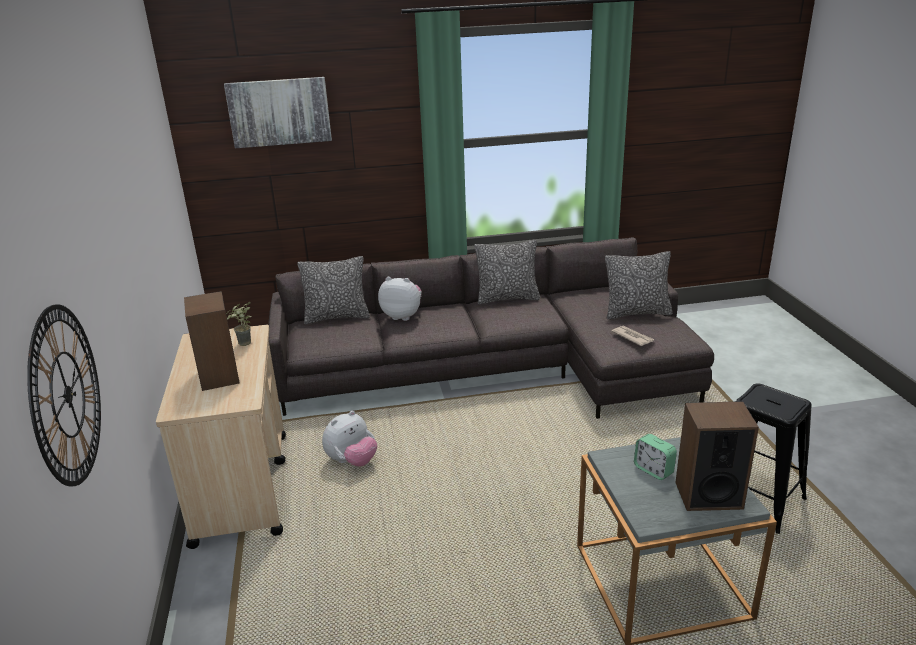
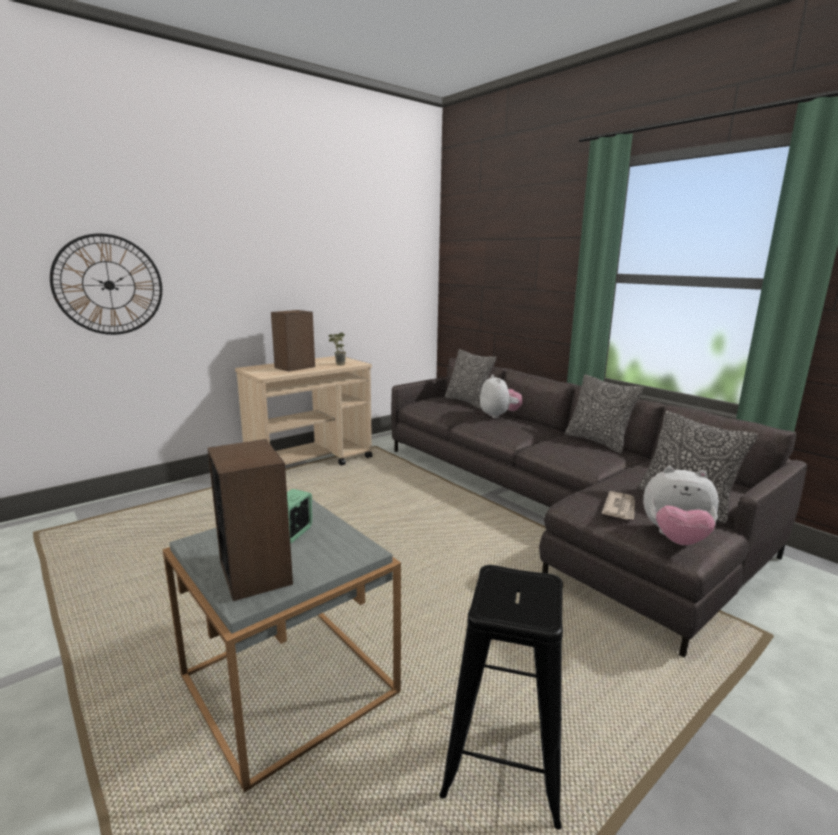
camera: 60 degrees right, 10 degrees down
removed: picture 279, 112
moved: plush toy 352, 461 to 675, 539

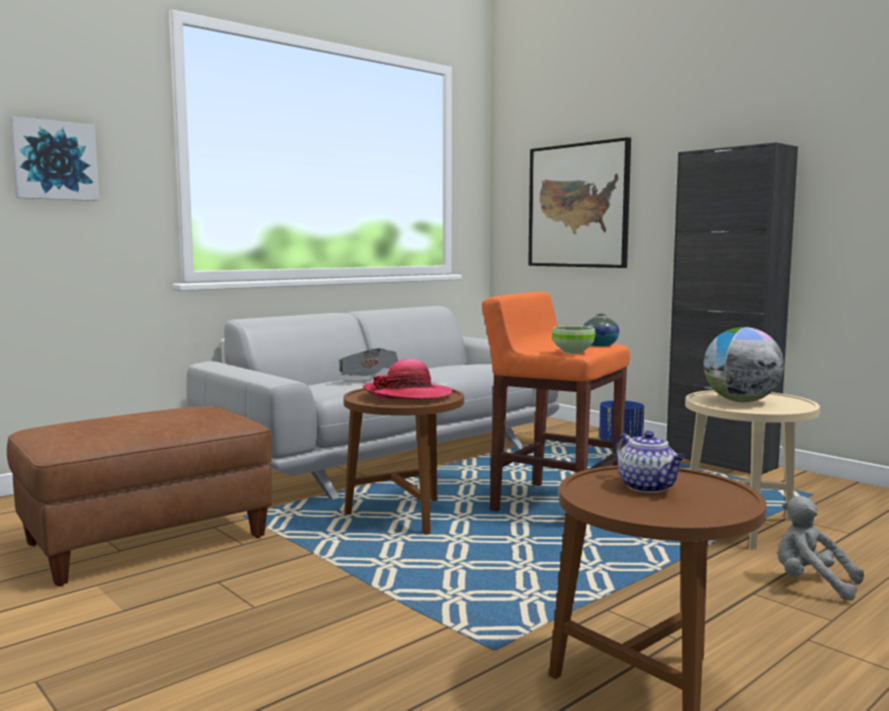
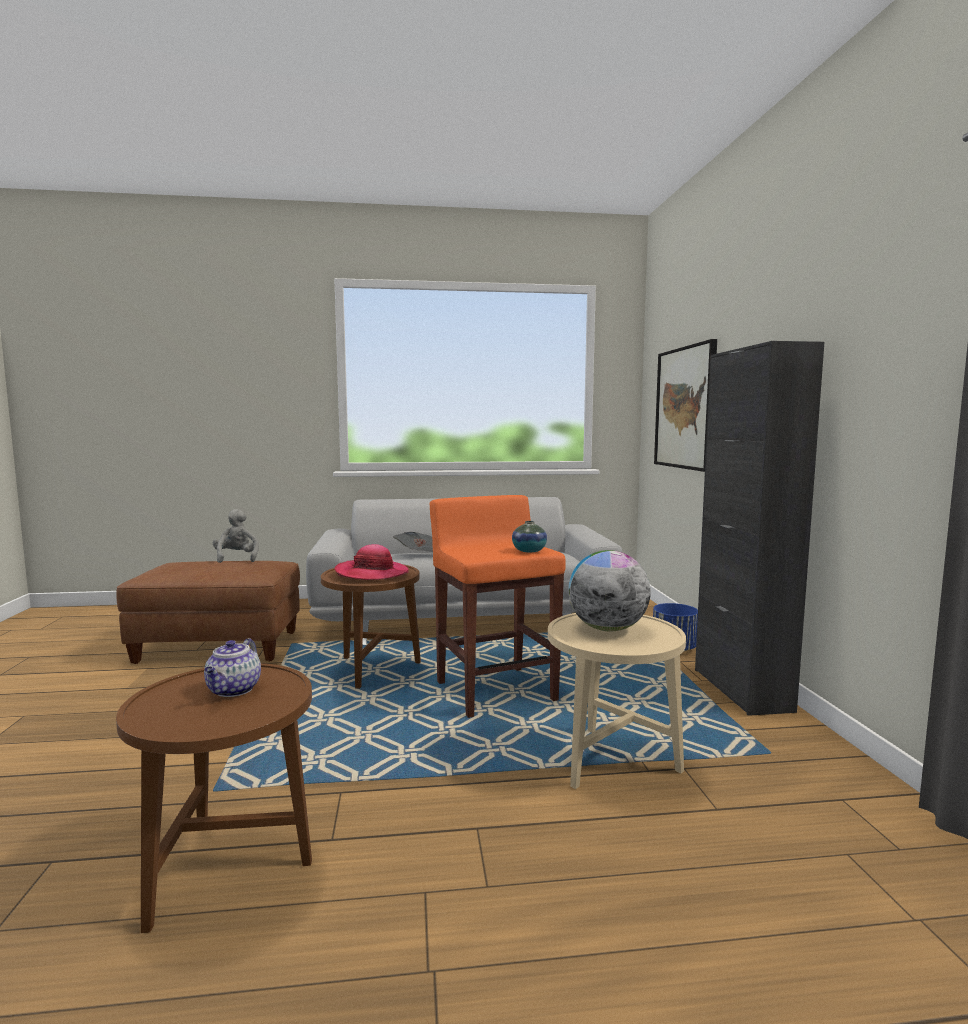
camera: 35 degrees right, 0 degrees up
removed: picture 54, 160; green bowl 573, 352
moved: grey plush toy 811, 584 to 237, 558

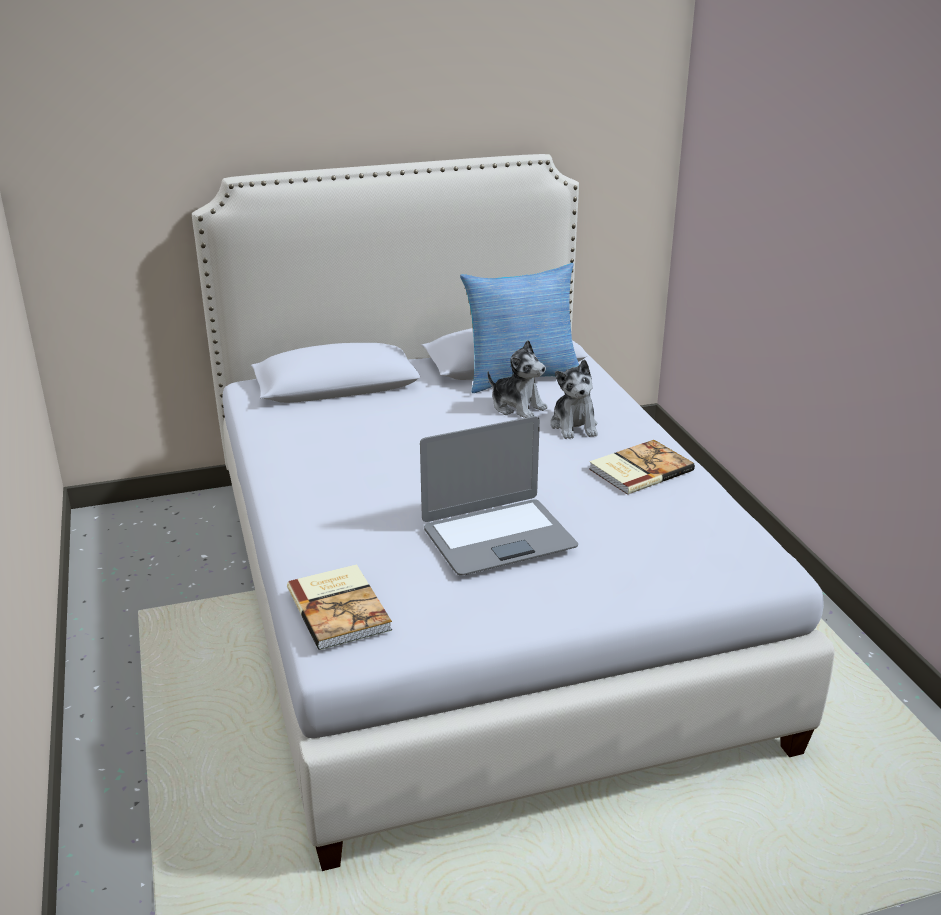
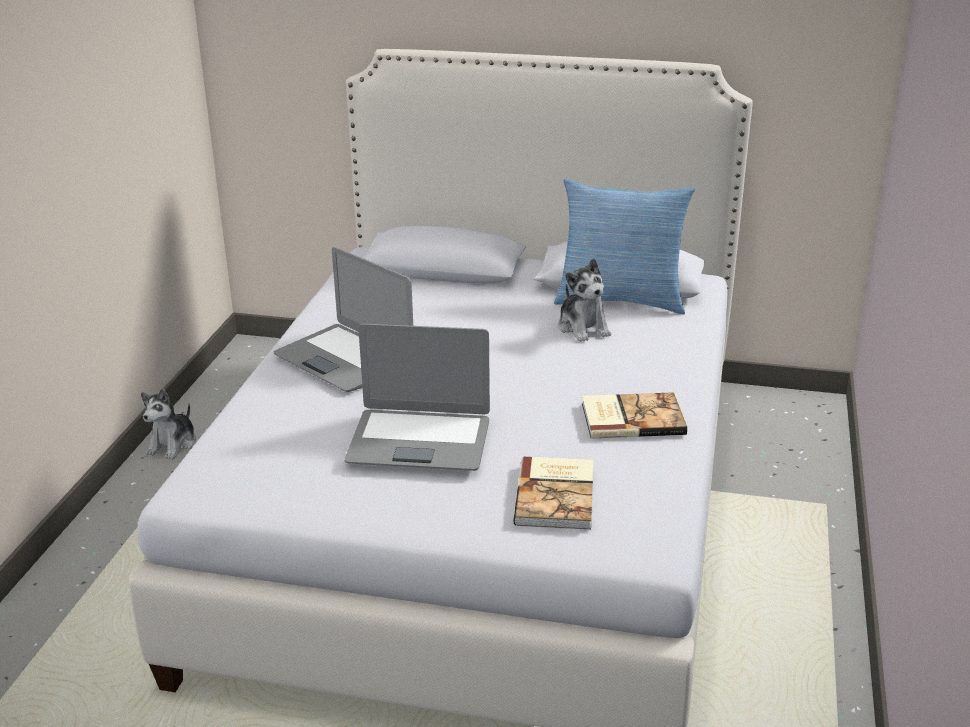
camera: 30 degrees right, 0 degrees up
added: laptop 345, 359
moved: plush toy 574, 426 to 173, 444; book 340, 608 to 557, 495

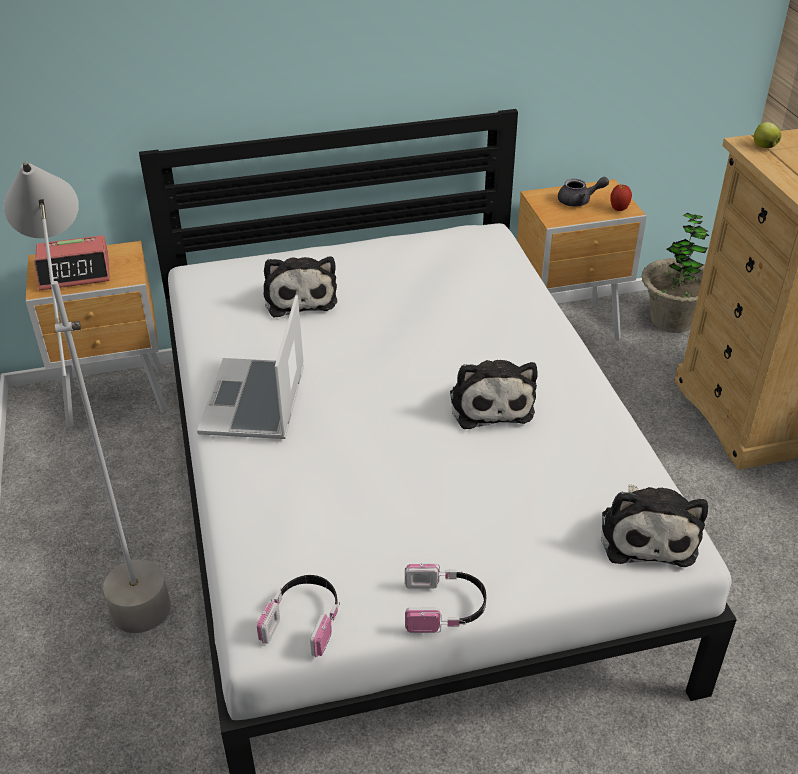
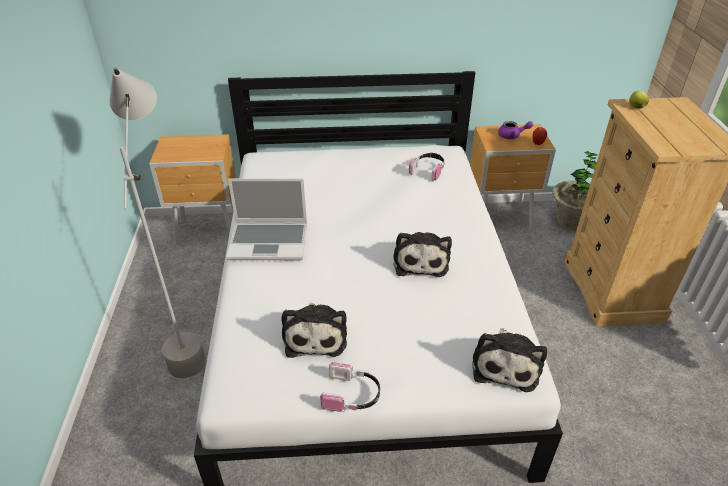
camera: 10 degrees right, 0 degrees up
removed: alarm clock 75, 272
moved: plush toy 299, 297 to 315, 335; headphones 304, 620 to 428, 170
recoloured: grey teapot 579, 201 to purple teapot 512, 136
turned: laptop 255, 402 = 270, 242 105 degrees counterclockwise

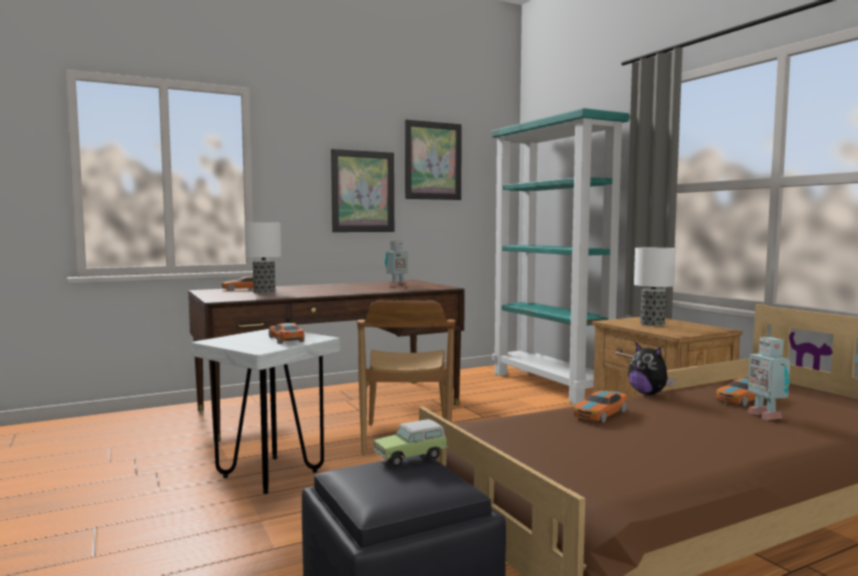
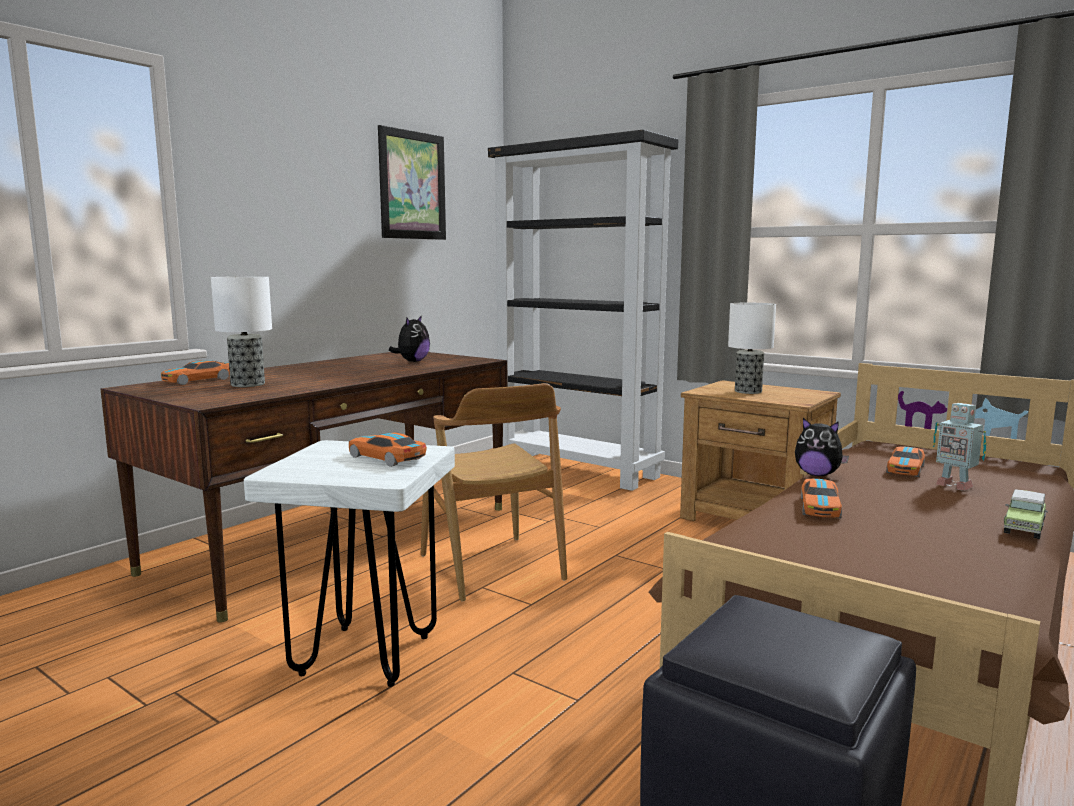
camera: 25 degrees left, 5 degrees up
removed: picture 363, 191
moved: toy car 412, 457 to 1023, 528
replaced: toy robot 396, 286 to plush toy 412, 361
recoloured: turquoise bookcase 551, 385 to black bookcase 578, 469

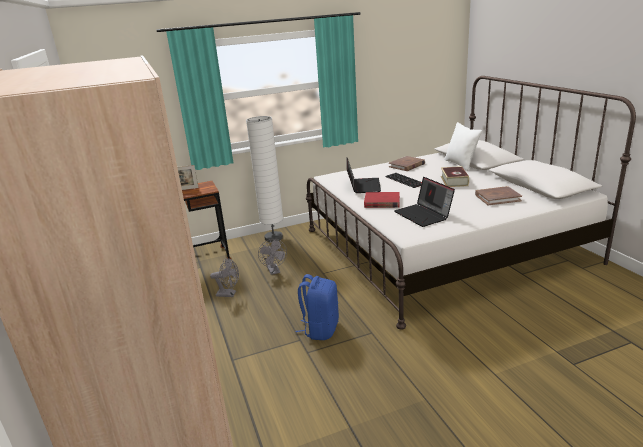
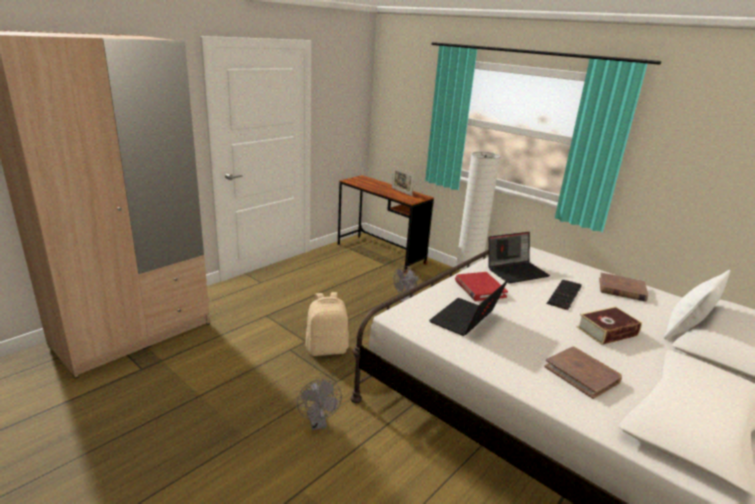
camera: 60 degrees right, 0 degrees up
moved: grey fan 229, 294 to 318, 423
recoloured: blue backpack 320, 329 to beige backpack 327, 349

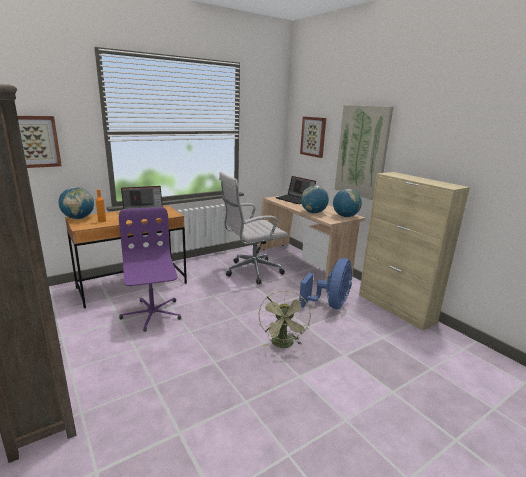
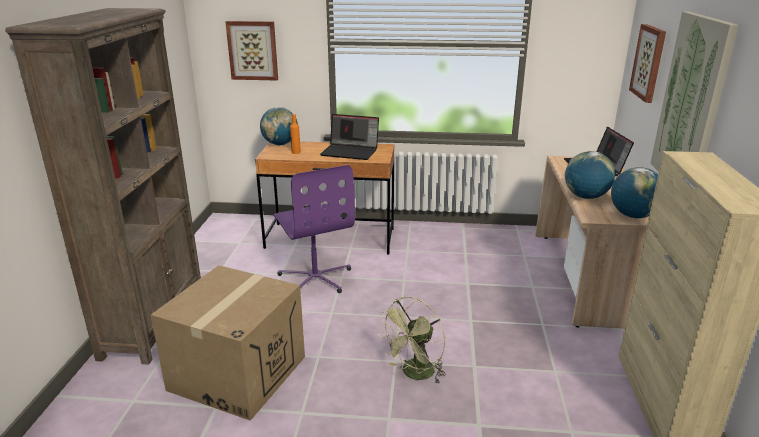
camera: 40 degrees right, 5 degrees up
removed: white office chair 251, 271; blue fan 330, 305
added: cardboard box 237, 373
turned: purple office chair 152, 314 = 315, 278 135 degrees clockwise

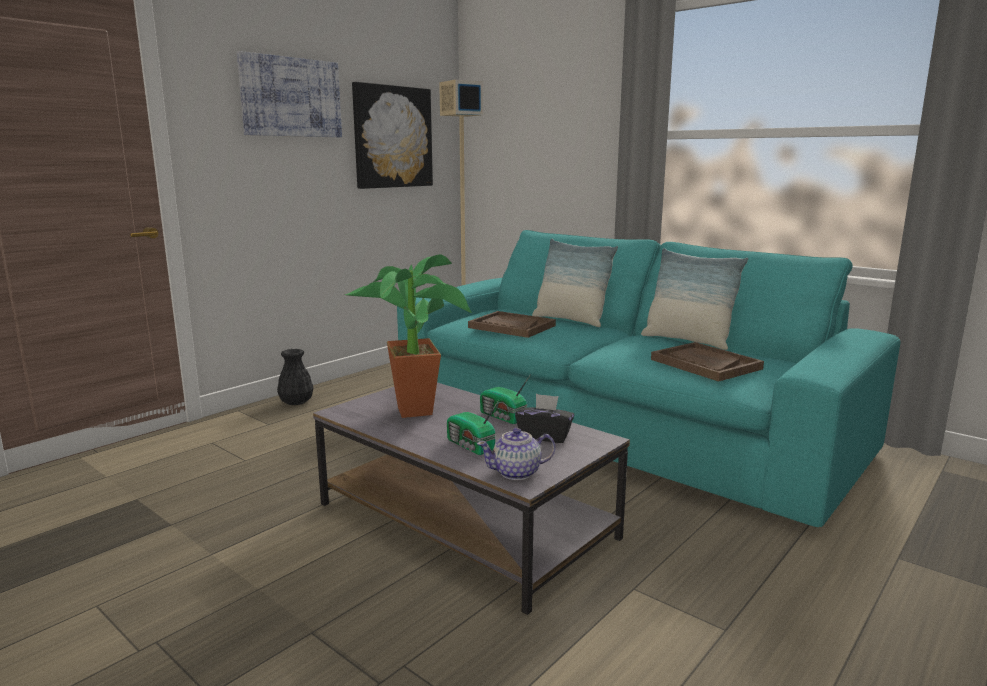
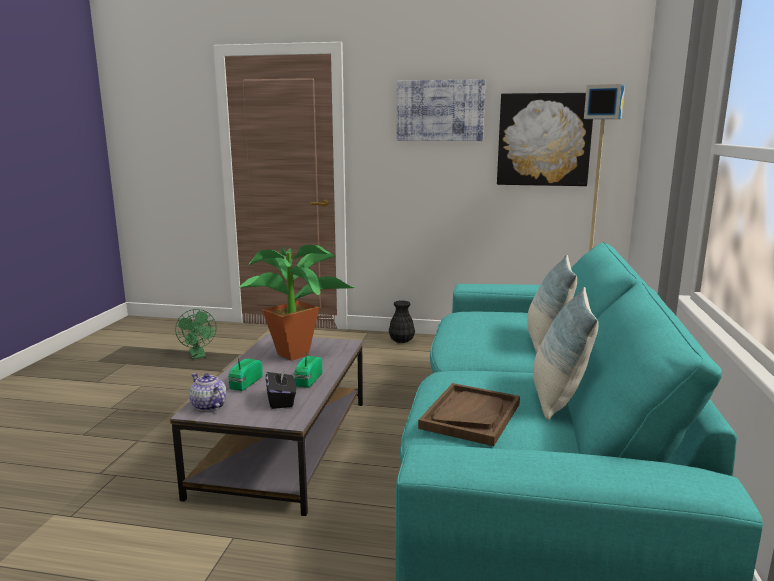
camera: 60 degrees right, 0 degrees up
removed: brown tray 511, 327
added: green fan 198, 356

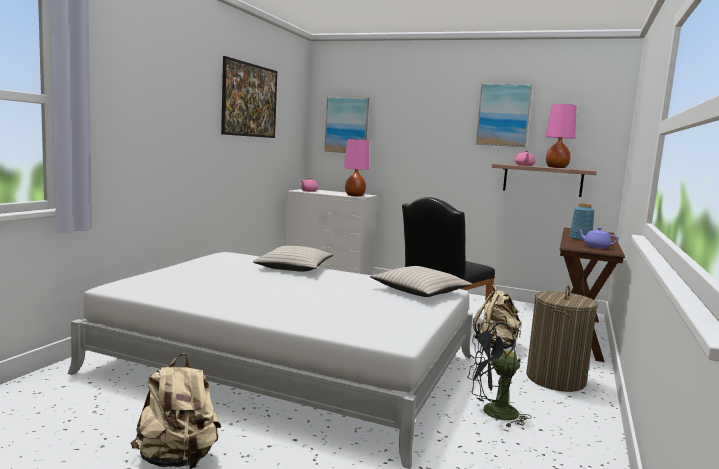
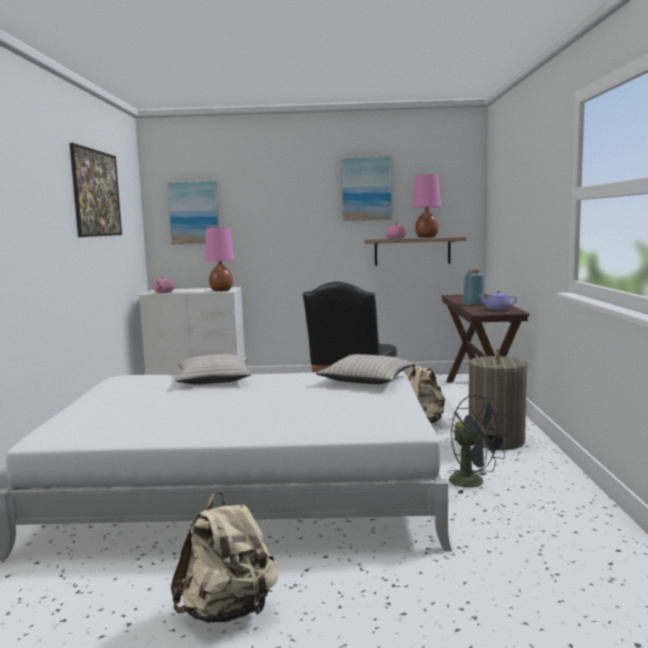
camera: 20 degrees left, 0 degrees up
turned: black fan 493, 413 = 474, 483 105 degrees counterclockwise

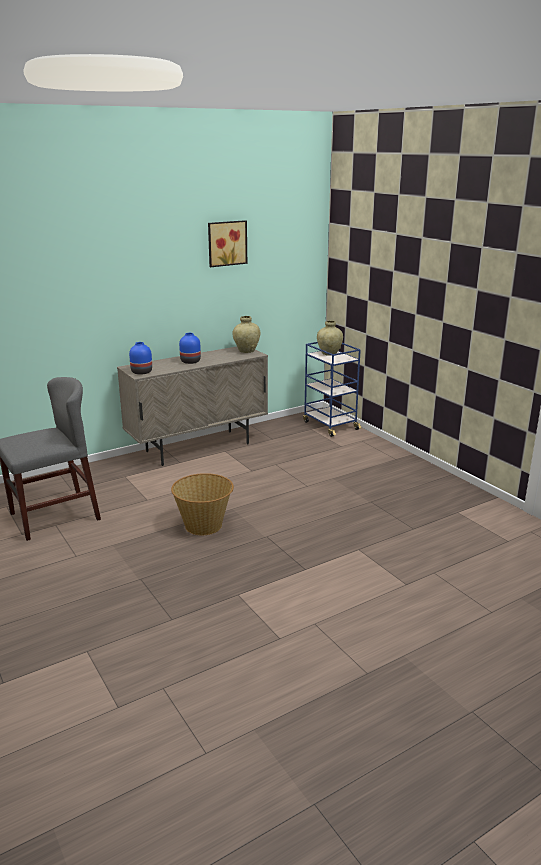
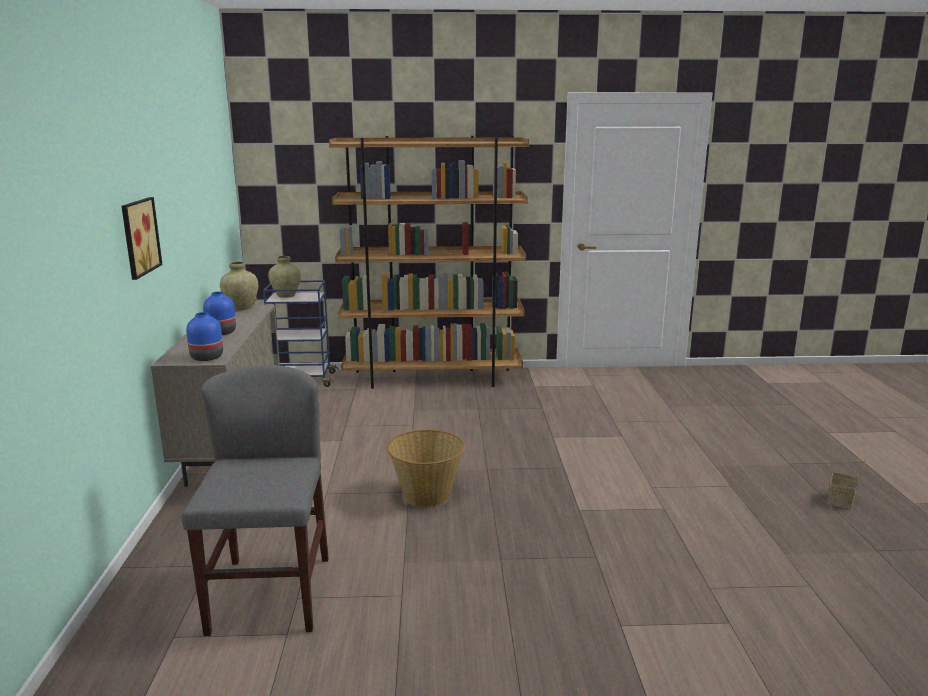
camera: 60 degrees left, 5 degrees down
added: brown bookcase 433, 378; basket 841, 501
moved: picture 226, 243 to 137, 237

